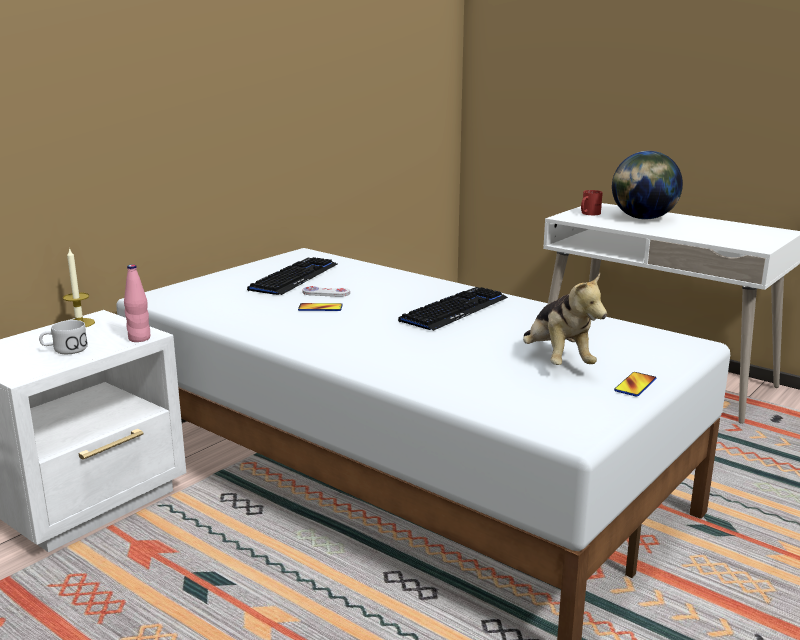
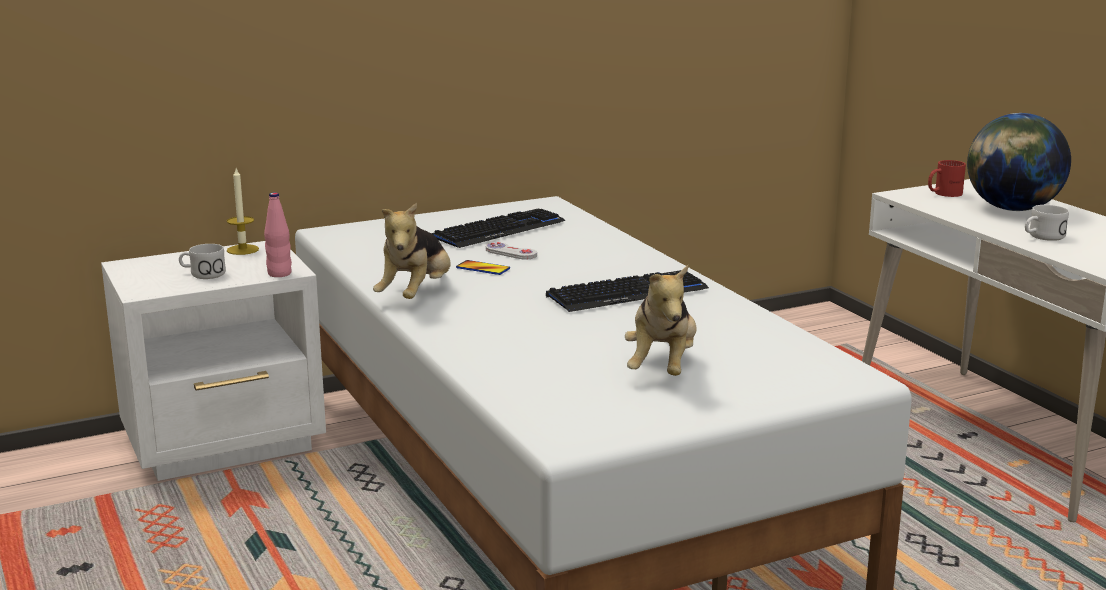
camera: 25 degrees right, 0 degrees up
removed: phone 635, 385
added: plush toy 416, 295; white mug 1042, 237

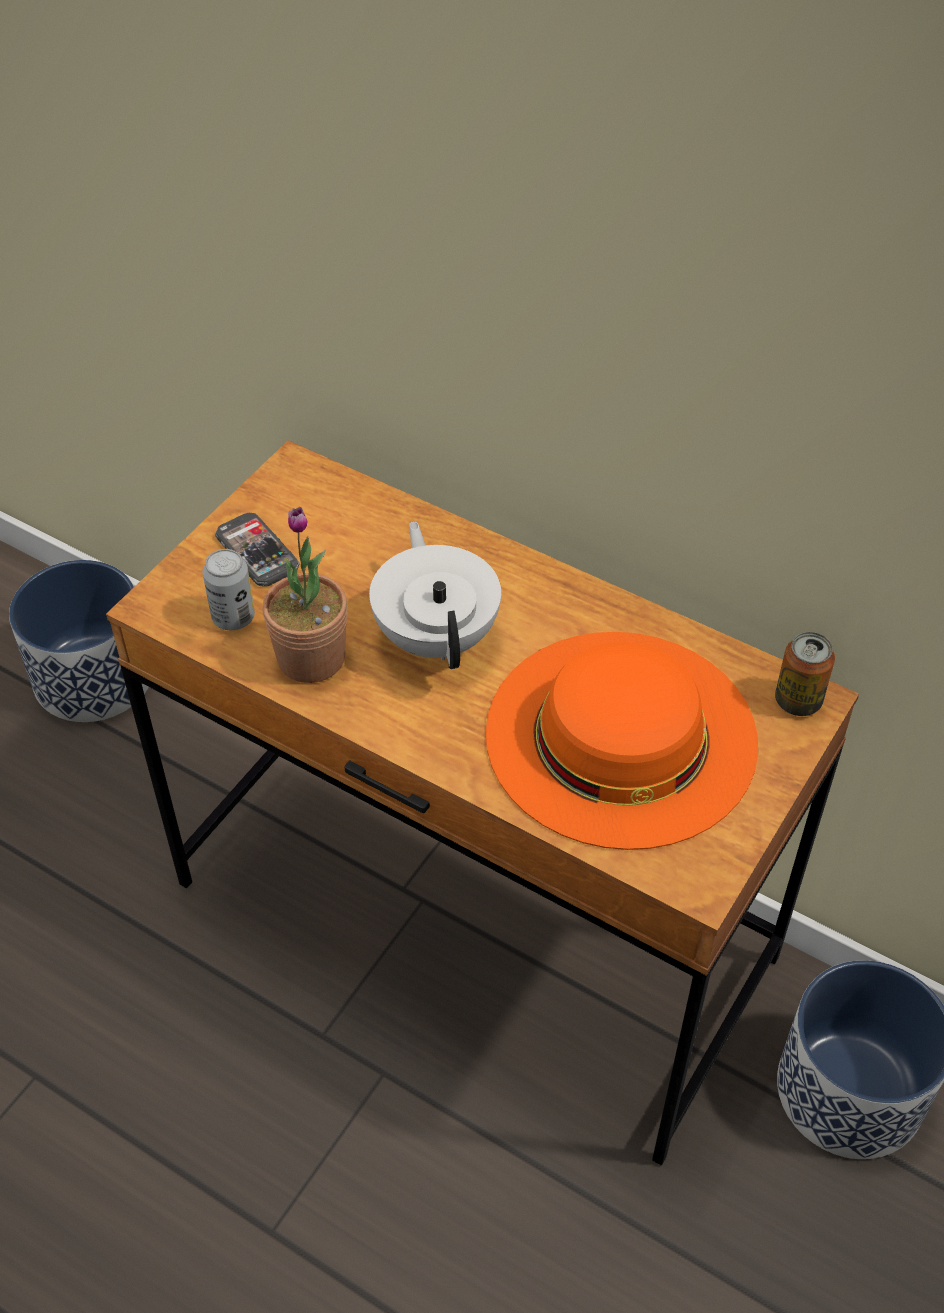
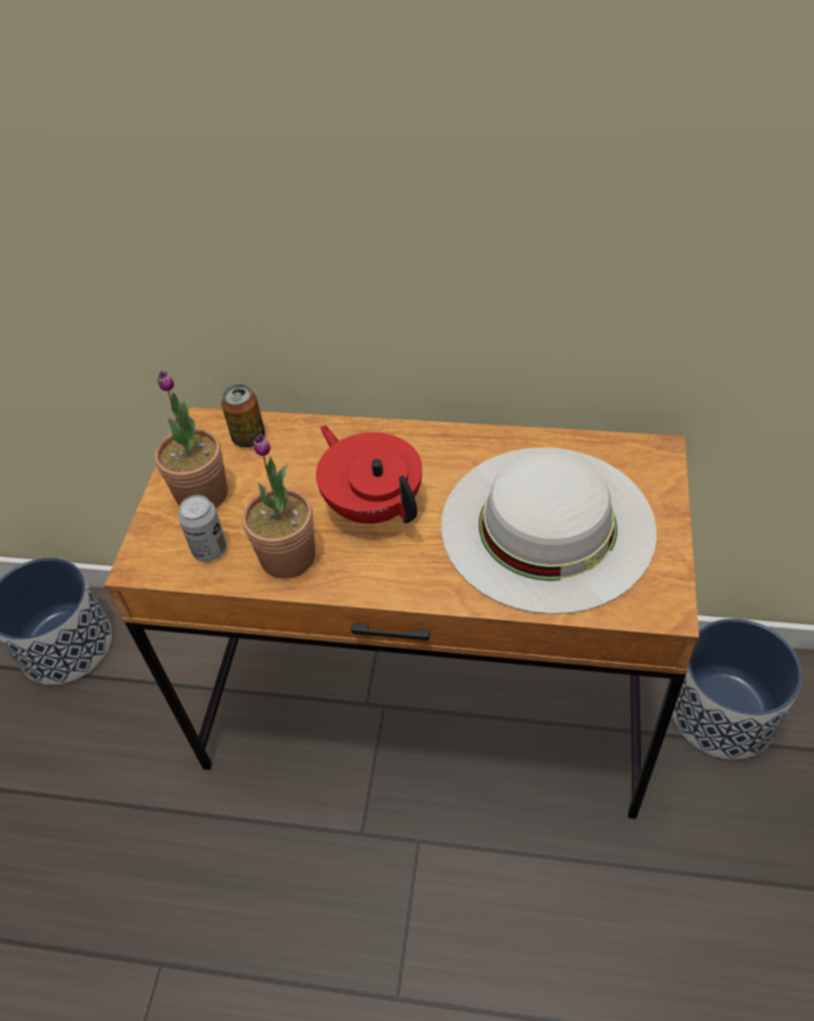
camera: 20 degrees left, 0 degrees up
moved: can 798, 701 to 249, 438
replaced: phone 257, 552 to potted plant 202, 494
recoloured: white teapot 437, 635 to red teapot 373, 505; orange hat 621, 736 to white hat 547, 526

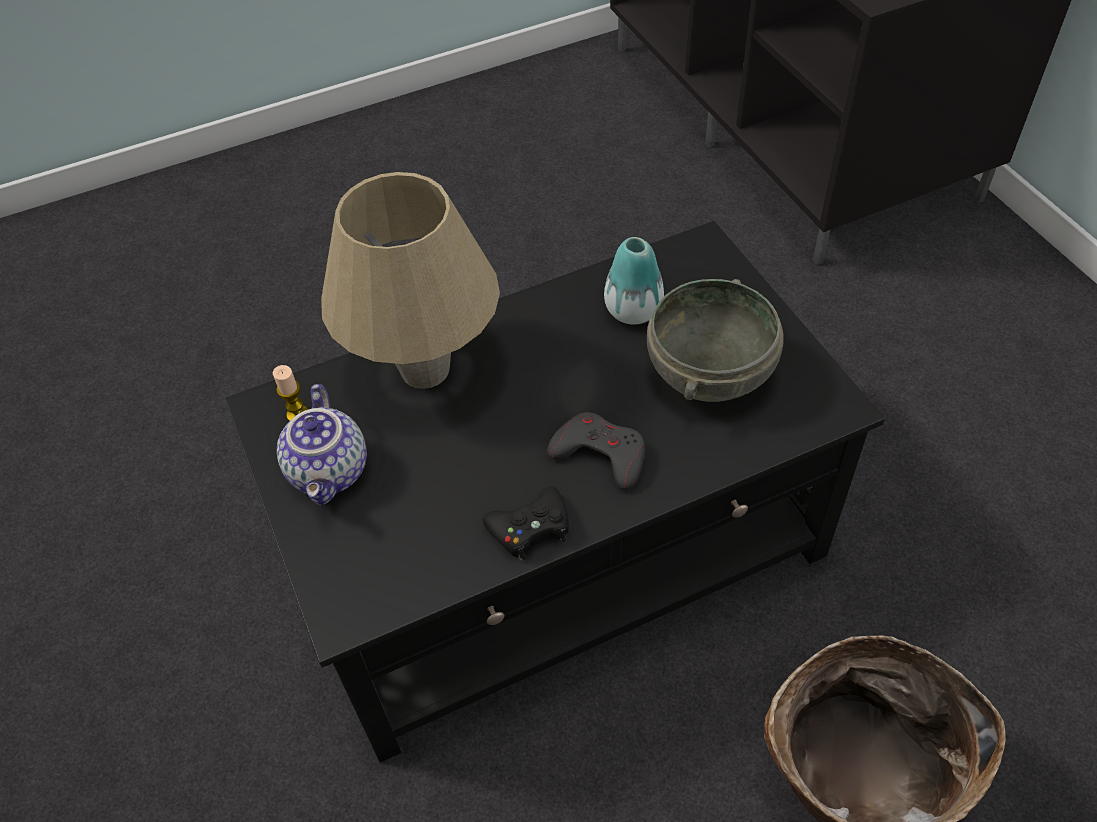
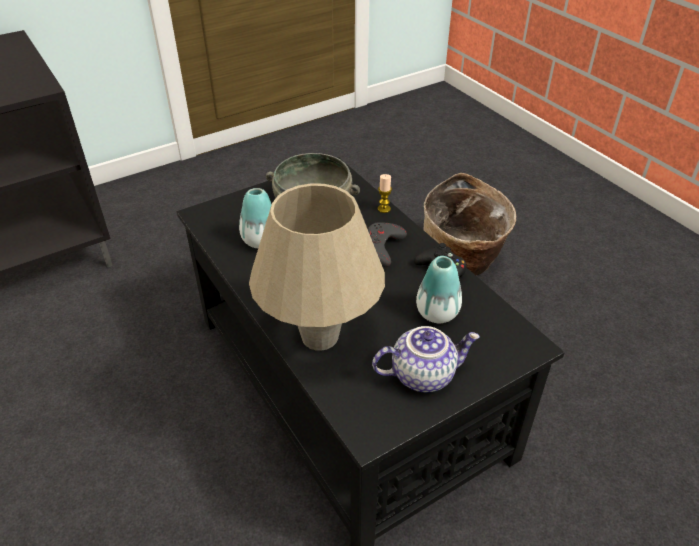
camera: 100 degrees left, 10 degrees down
added: vase 437, 313
moved: candle 297, 414 to 384, 209

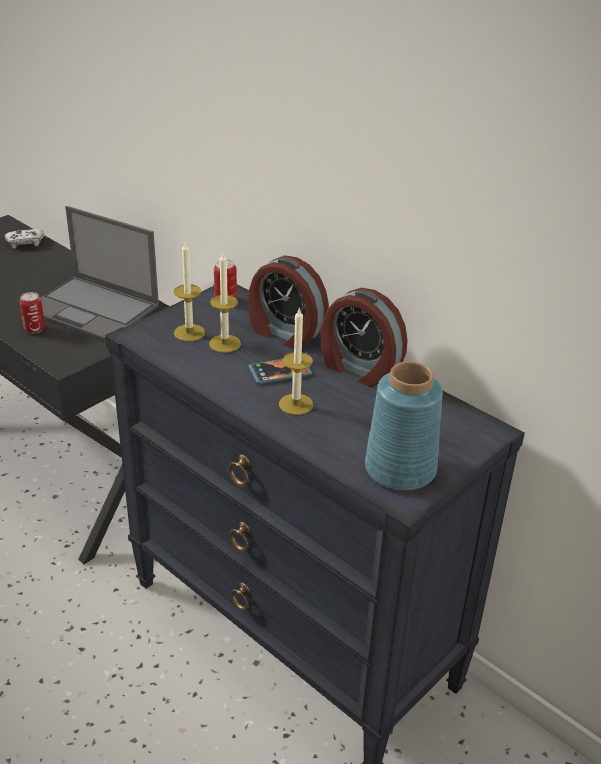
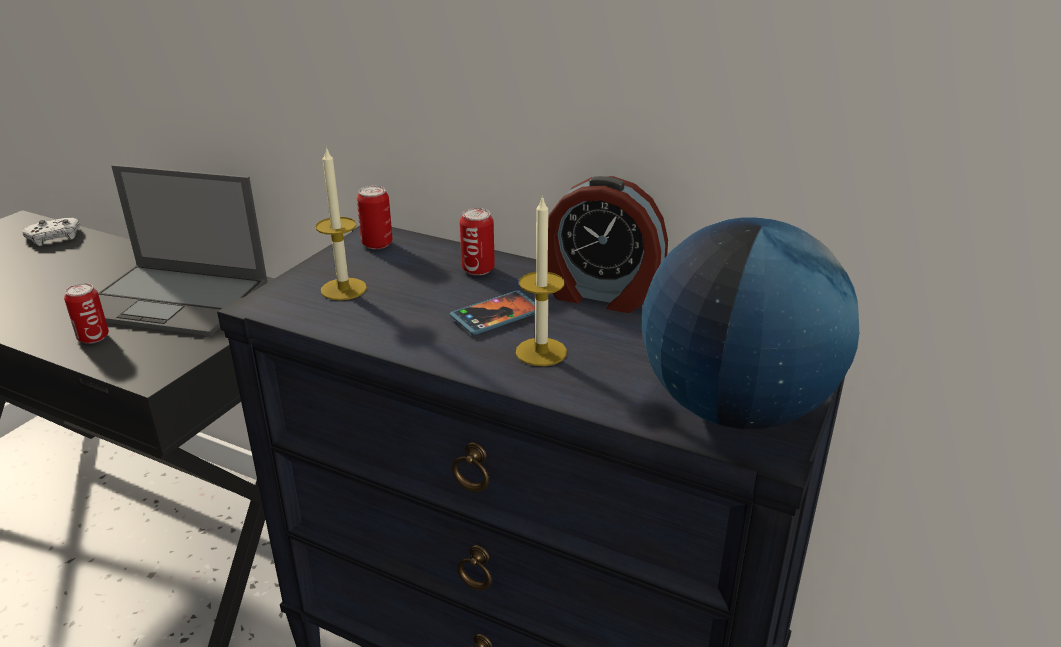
camera: 15 degrees left, 5 degrees down
removed: candle 225, 343
replaced: alarm clock 285, 333 to can 478, 269; blue vase 399, 468 to globe 735, 408

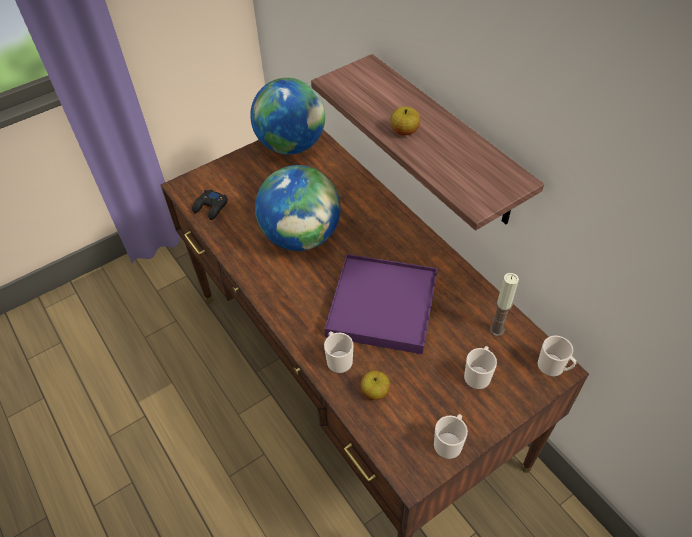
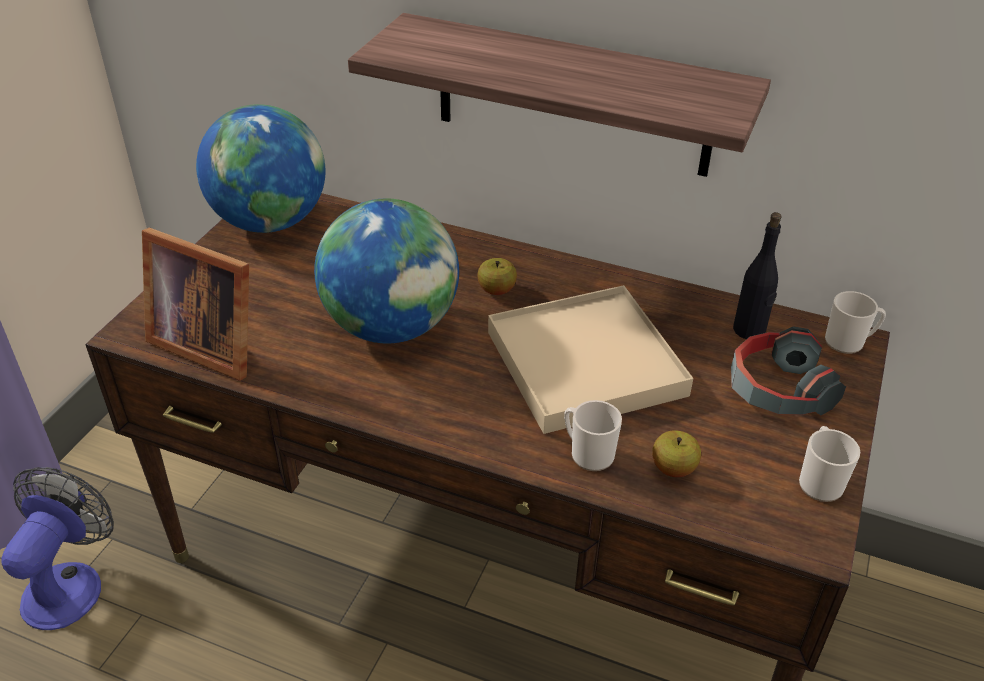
camera: 35 degrees left, 10 degrees down
added: fan 69, 583
moved: apple 404, 131 to 496, 290
replaced: black game controller 211, 207 to picture frame 208, 342; candle 496, 330 to black bottle 749, 330; mug 478, 375 to headphones 777, 389
recoloured: purple tray 382, 306 to beige tray 586, 364

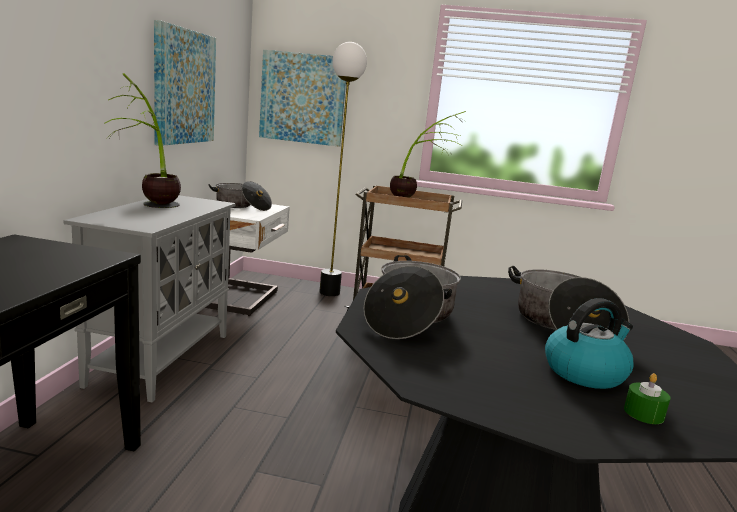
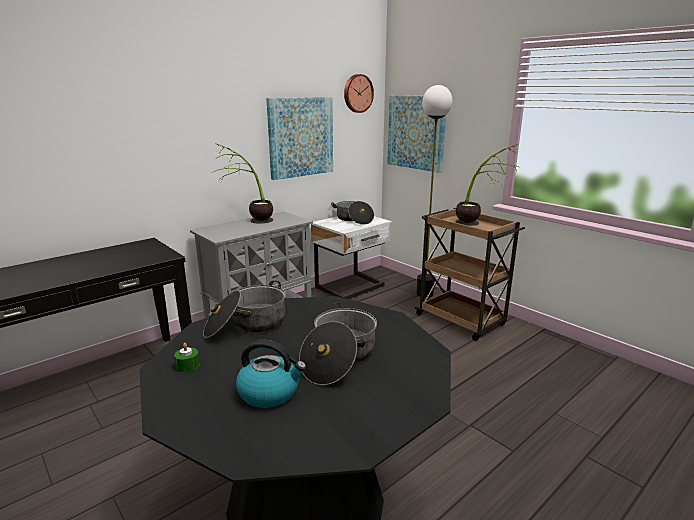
camera: 40 degrees right, 5 degrees up
added: wall clock 357, 93
moved: green candle 643, 413 to 187, 366

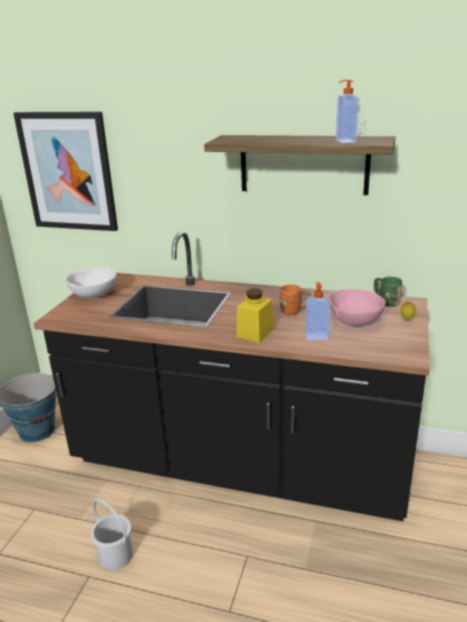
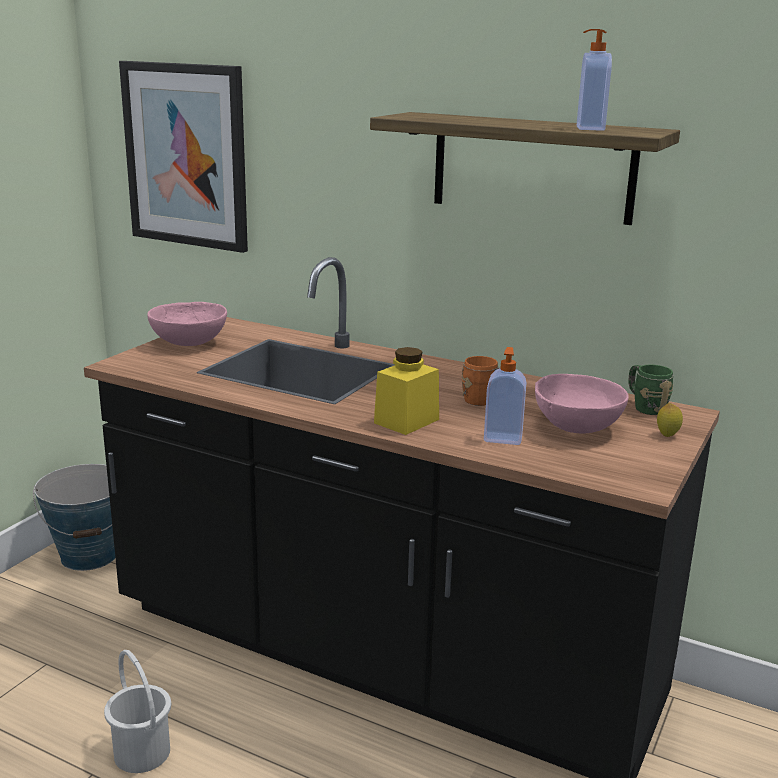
camera: 10 degrees right, 5 degrees down
recoloured: white bowl 93, 295 to pink bowl 188, 343

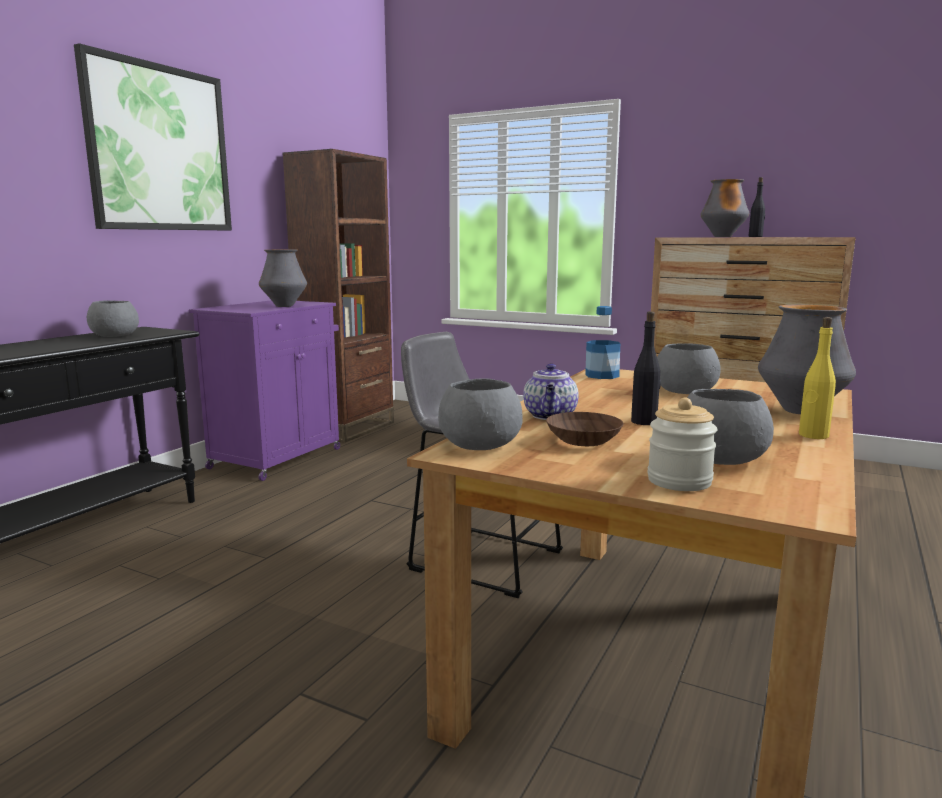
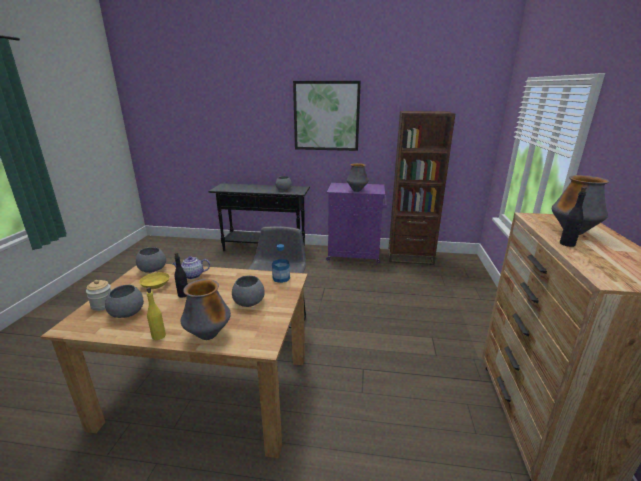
camera: 70 degrees right, 10 degrees up
recoloured: brown bowl 582, 440 to yellow bowl 156, 285

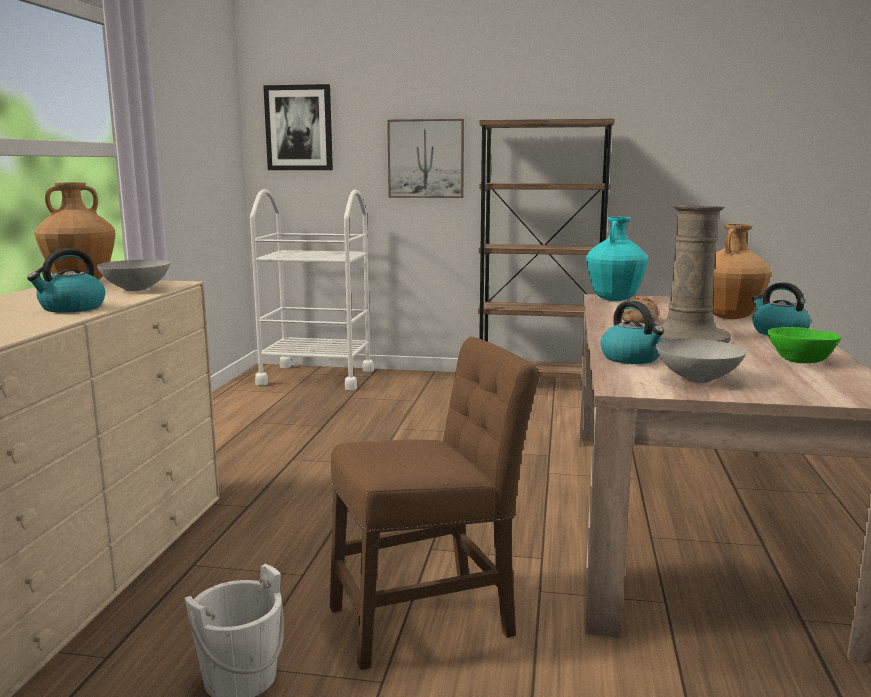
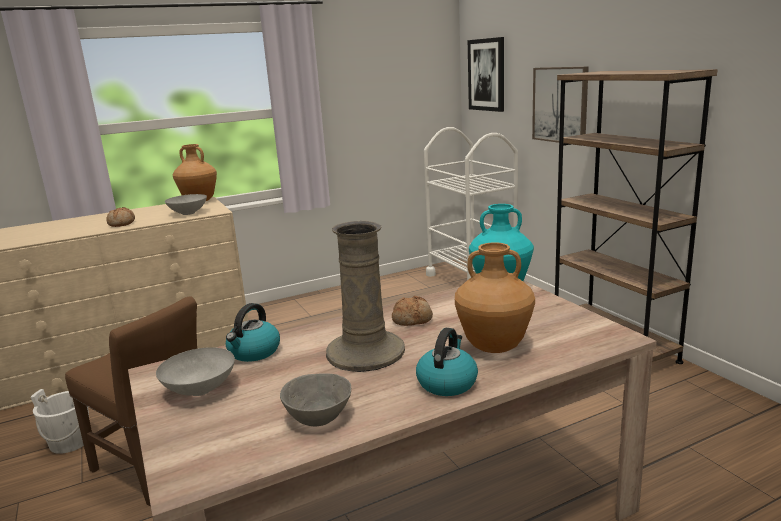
camera: 55 degrees right, 5 degrees up
replaced: kettle 71, 308 to bread 122, 223
recoloured: green bowl 801, 360 to grey bowl 319, 417

